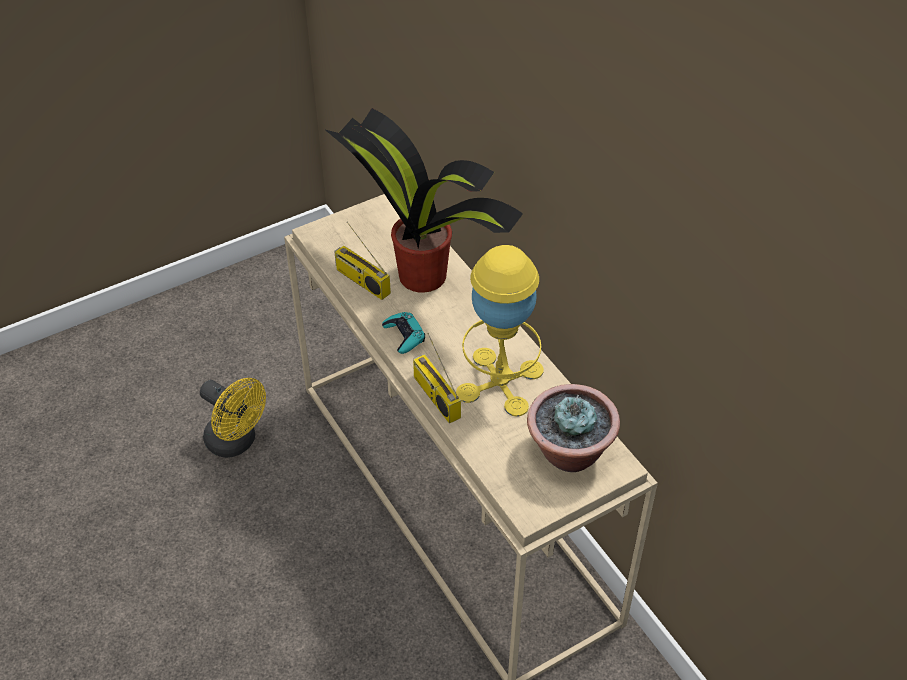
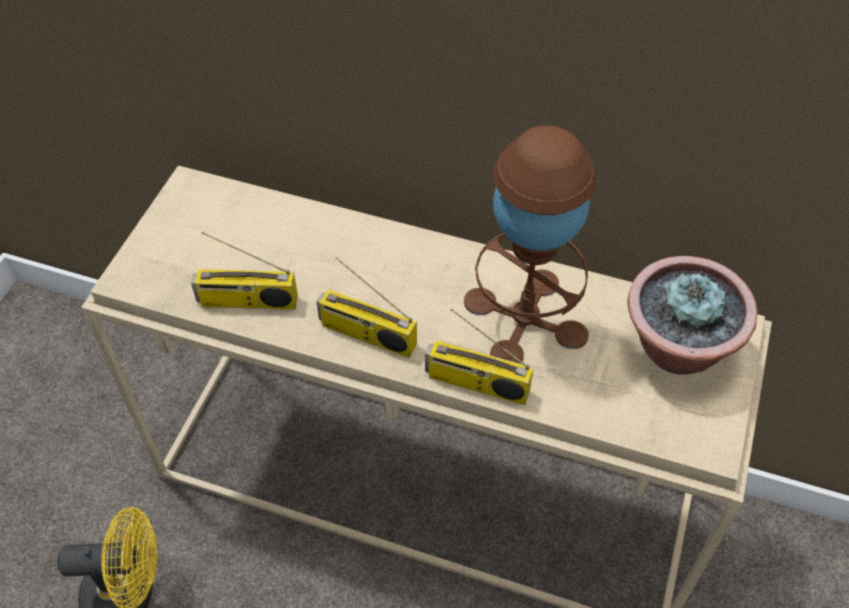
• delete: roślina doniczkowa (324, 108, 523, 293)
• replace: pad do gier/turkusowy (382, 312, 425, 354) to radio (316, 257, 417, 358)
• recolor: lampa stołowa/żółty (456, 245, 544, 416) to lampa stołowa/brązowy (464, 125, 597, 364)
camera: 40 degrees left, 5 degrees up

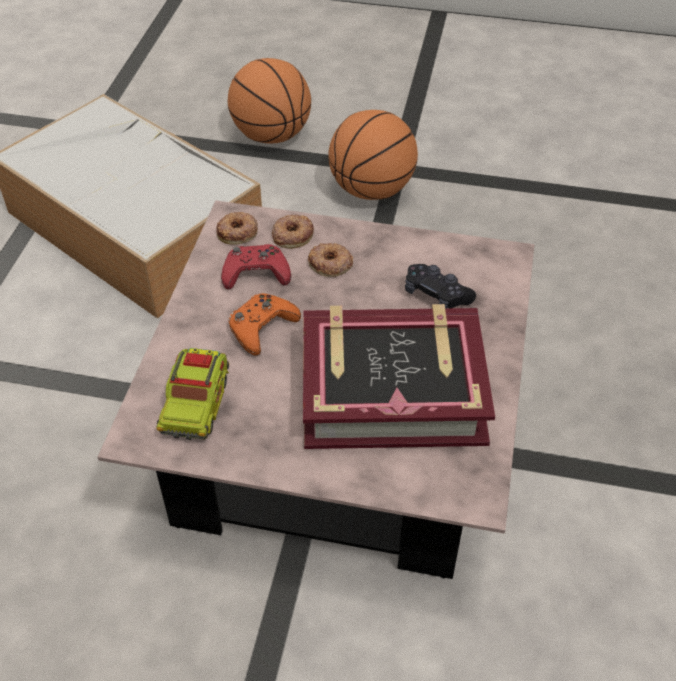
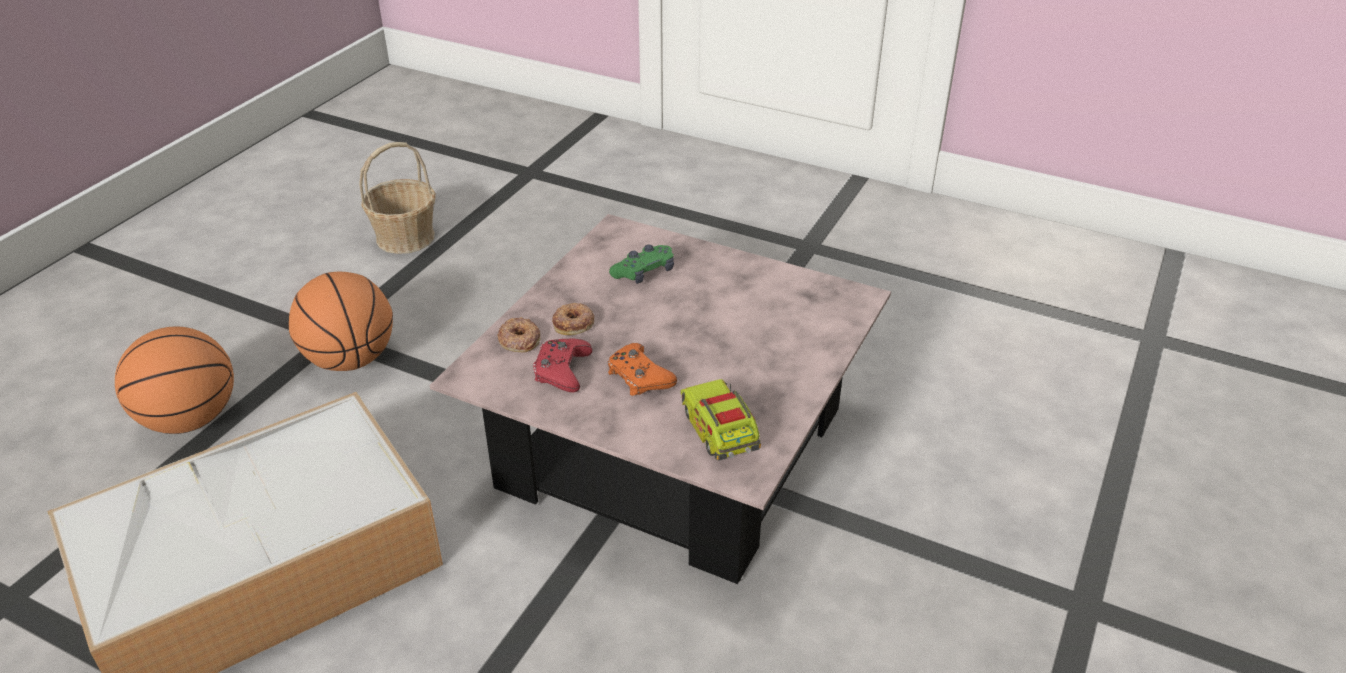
• rotate: ciężarówka zabawkowa (156, 348, 229, 440) = (681, 379, 761, 460) 135 degrees counterclockwise
• delete: donut (216, 212, 258, 245)
• delete: książka (303, 304, 495, 449)
• recolor: pad do gier/czarny (405, 264, 476, 308) to pad do gier/zielony (609, 245, 674, 284)
• insert: koszyk (359, 142, 436, 254)
camera: 75 degrees left, 10 degrees down

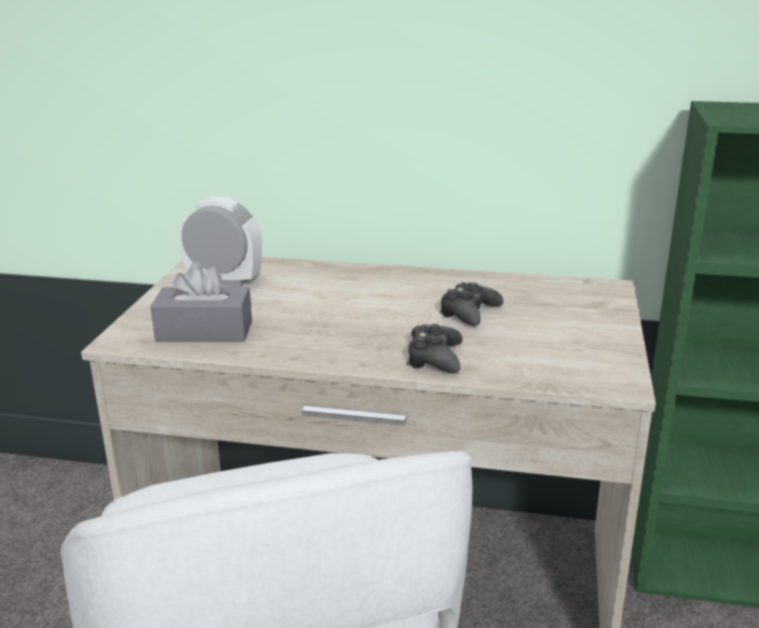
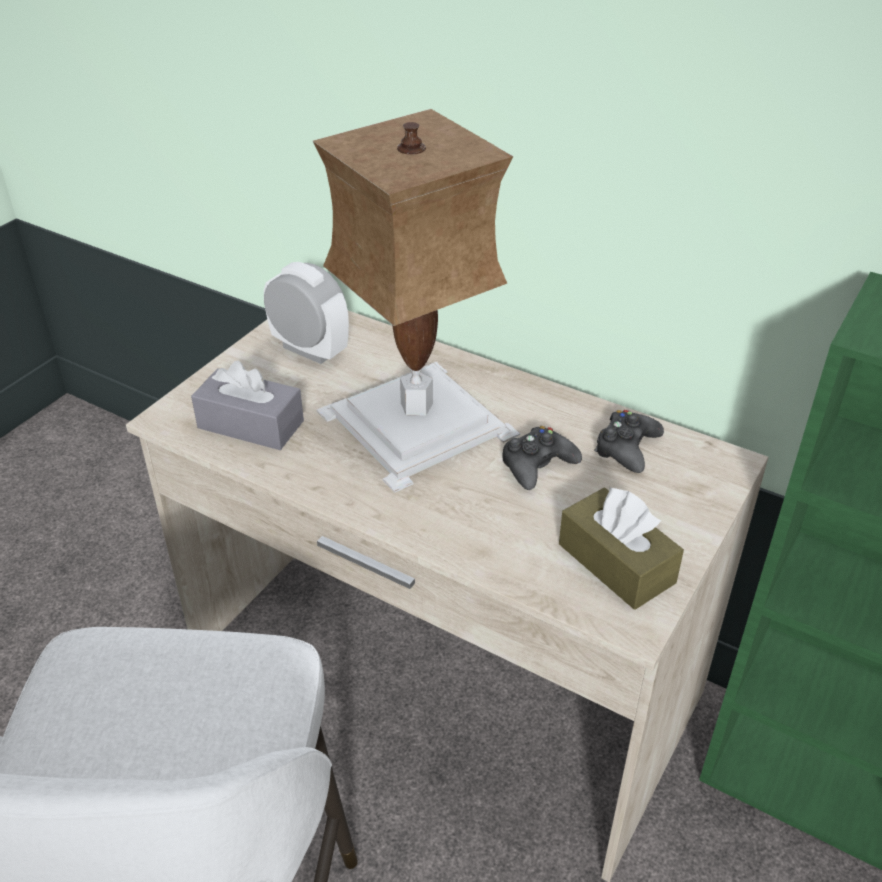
• move: pad do gier/czarny (407, 324, 463, 373) to (594, 410, 664, 473)
• insert: lampa stołowa (313, 109, 520, 493)
• insert: pudełko chusteczek/brązowy (559, 487, 684, 610)
camera: 20 degrees right, 15 degrees up

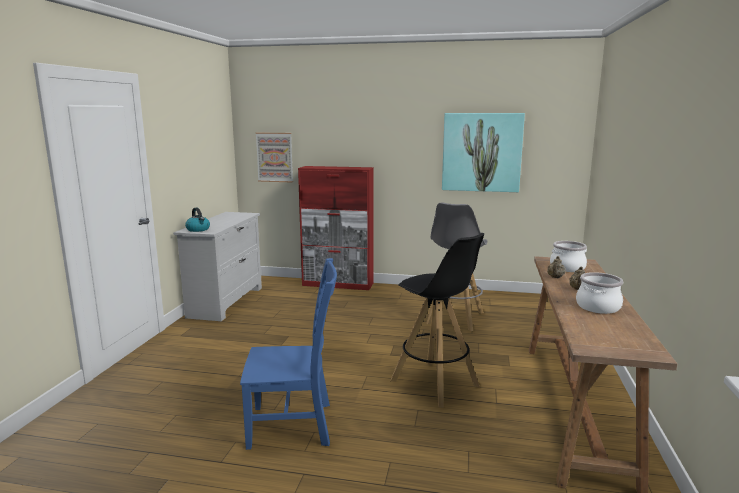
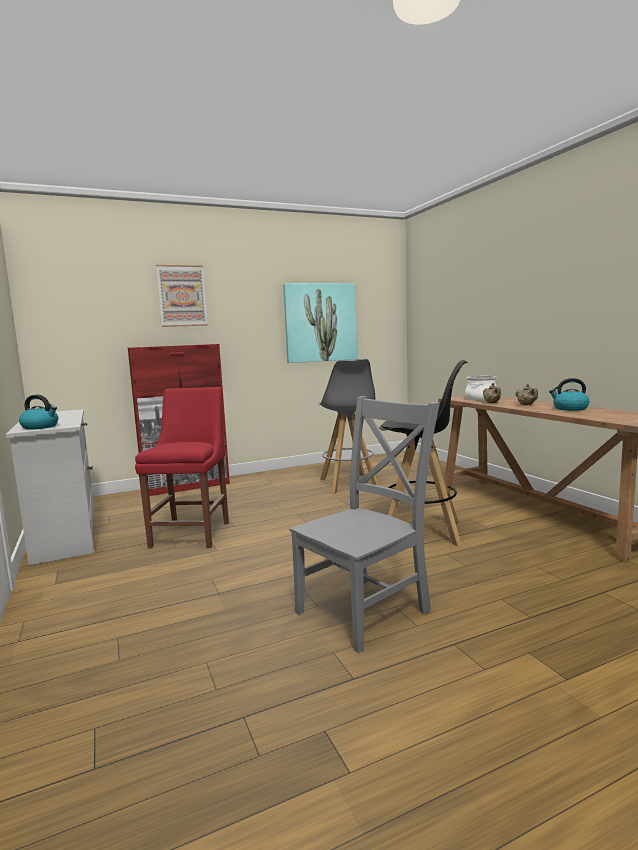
• recolor: krzesło/niebieski (240, 258, 337, 450) to krzesło/szary (289, 396, 440, 653)
• move: obraz (255, 133, 293, 183) to (156, 265, 208, 327)
• replace: garnek (576, 272, 623, 314) to czajnik (549, 378, 590, 411)
• insert: krzesło/czerwony (135, 387, 229, 548)
camera: 35 degrees left, 5 degrees down

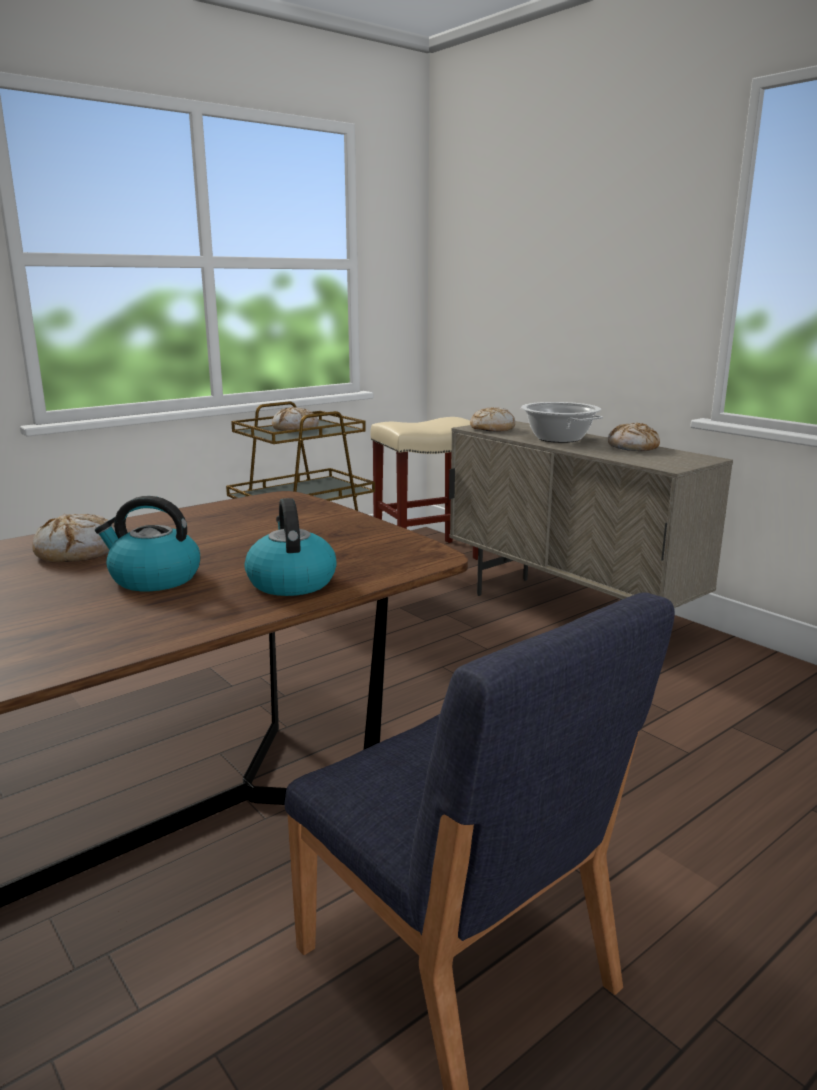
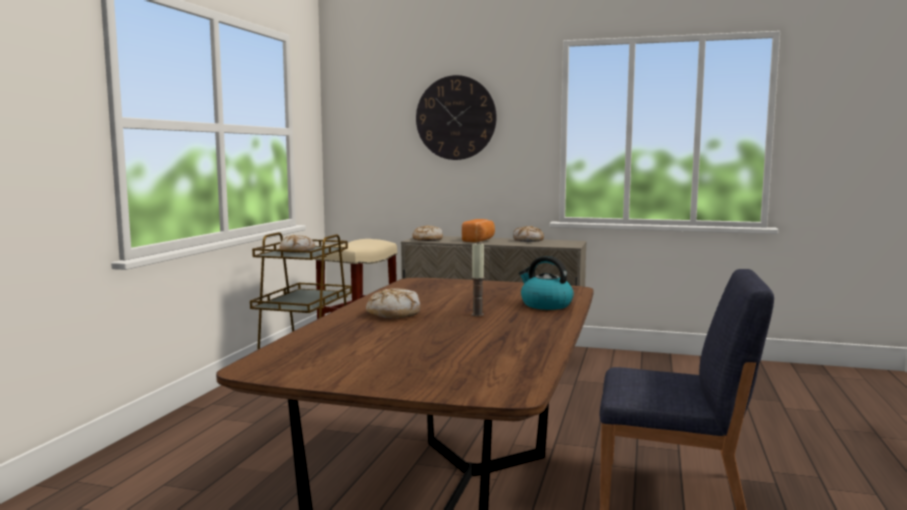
• replace: czajnik (95, 496, 200, 591) to świeca (471, 242, 484, 317)
• replace: garnek (521, 402, 603, 443) to chleb (462, 219, 495, 242)
• insert: zegar ścienny (416, 75, 497, 160)
camera: 35 degrees left, 10 degrees down

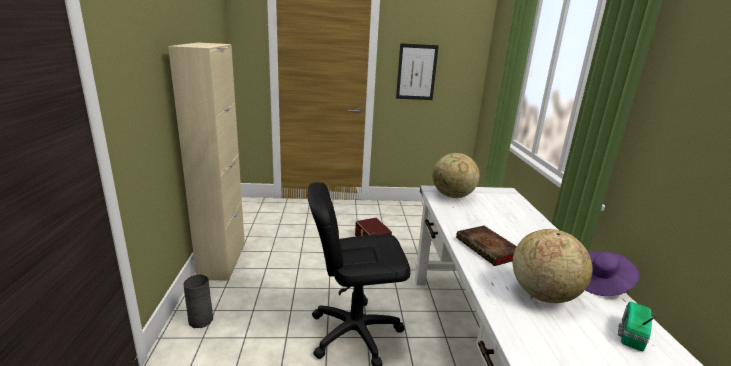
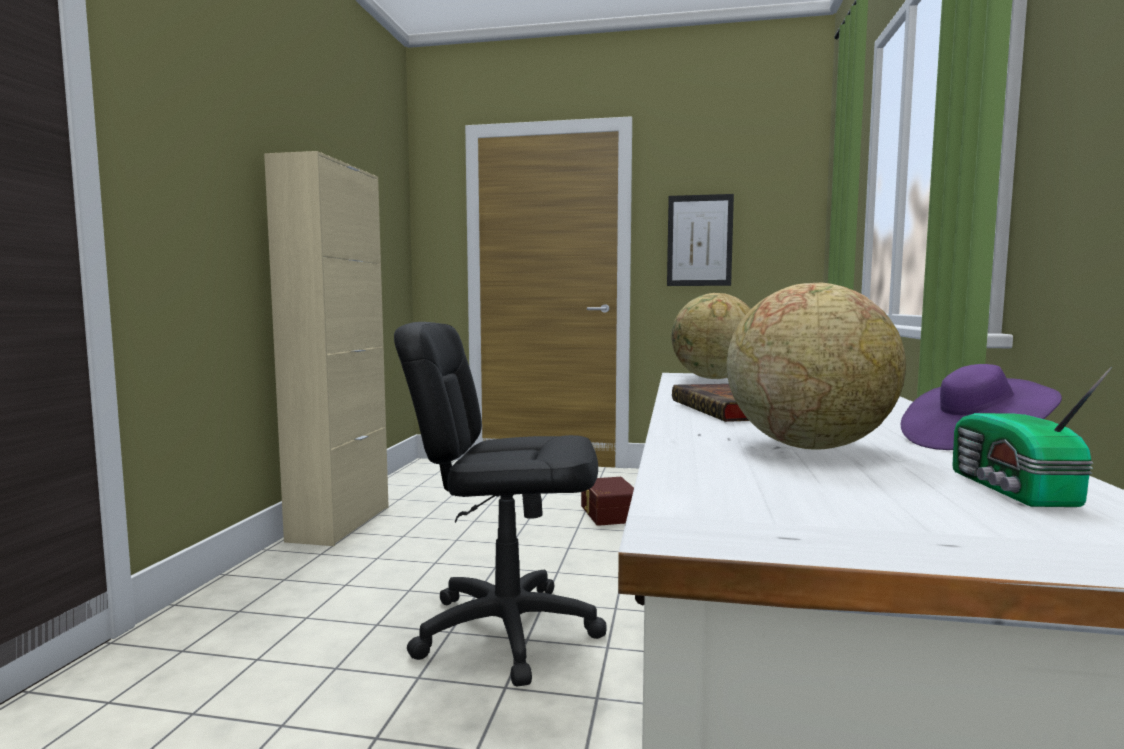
• delete: wazon/szary (184, 275, 213, 328)
• rotate: radio (618, 302, 660, 351) = (953, 367, 1112, 507) 45 degrees counterclockwise
camera: 15 degrees right, 15 degrees down

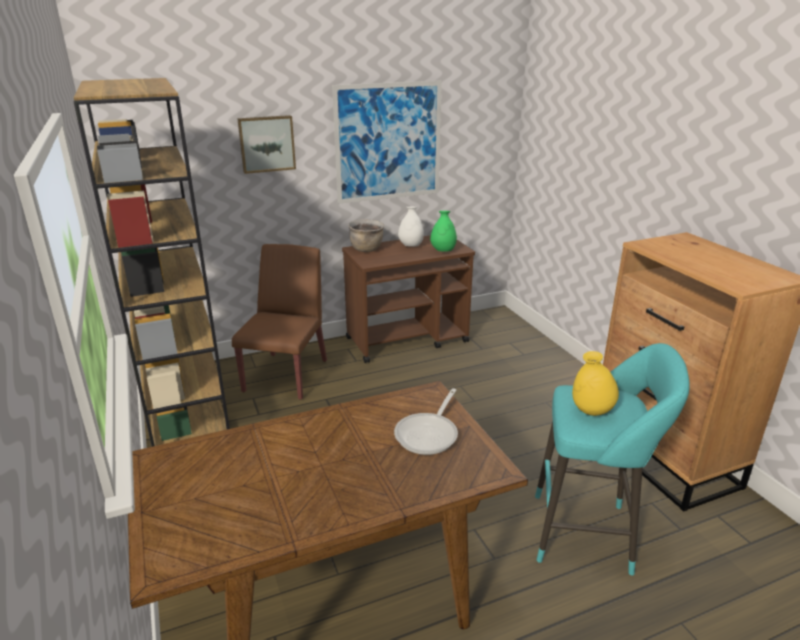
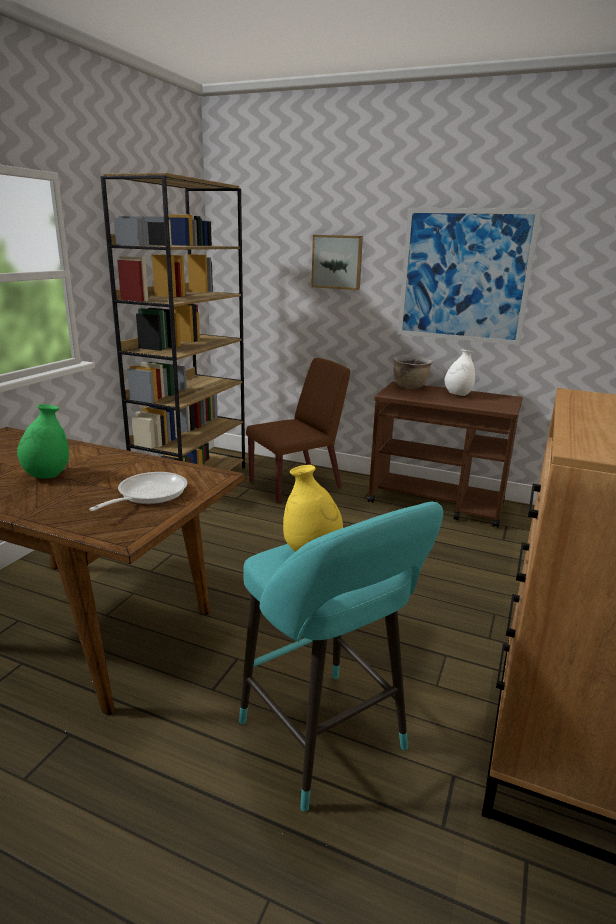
• rotate: patelnia (394, 388, 458, 455) = (89, 472, 187, 511) 135 degrees clockwise
• move: wazon/zielony (430, 211, 457, 252) to (17, 404, 69, 478)
camera: 45 degrees right, 5 degrees down

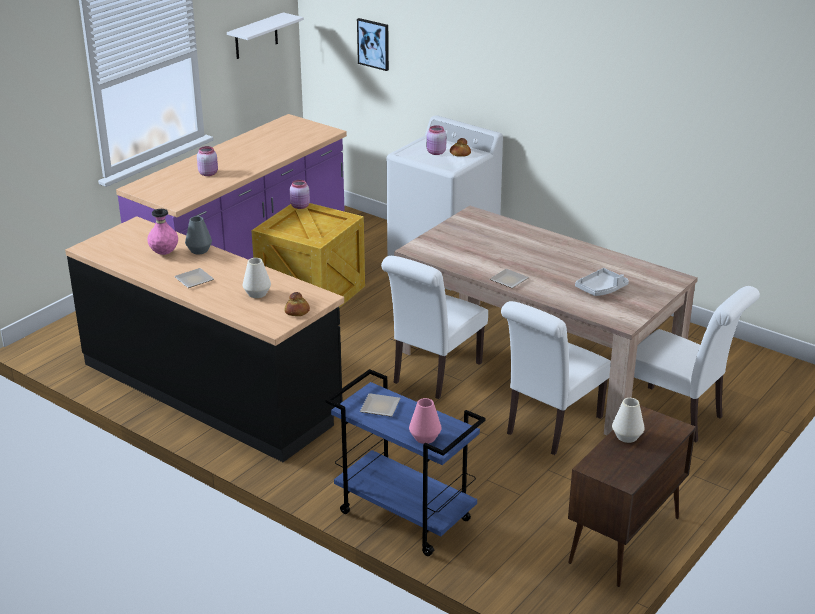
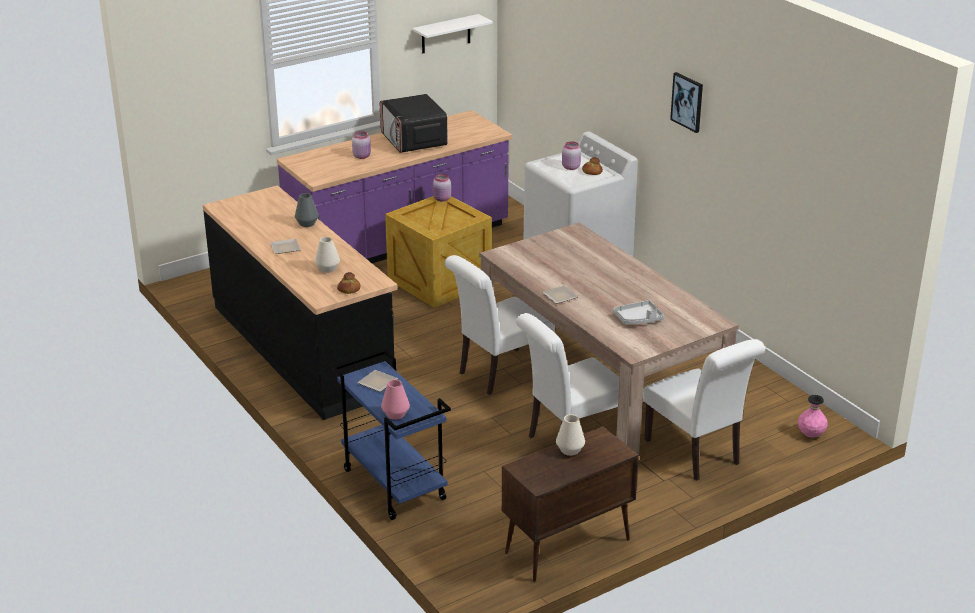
• move: wazon/różowy (147, 209, 178, 255) to (798, 395, 828, 438)
• move: obraz (357, 18, 389, 71) to (670, 72, 703, 133)
• insert: mikrofalówka (380, 94, 448, 153)
camera: 20 degrees right, 0 degrees up

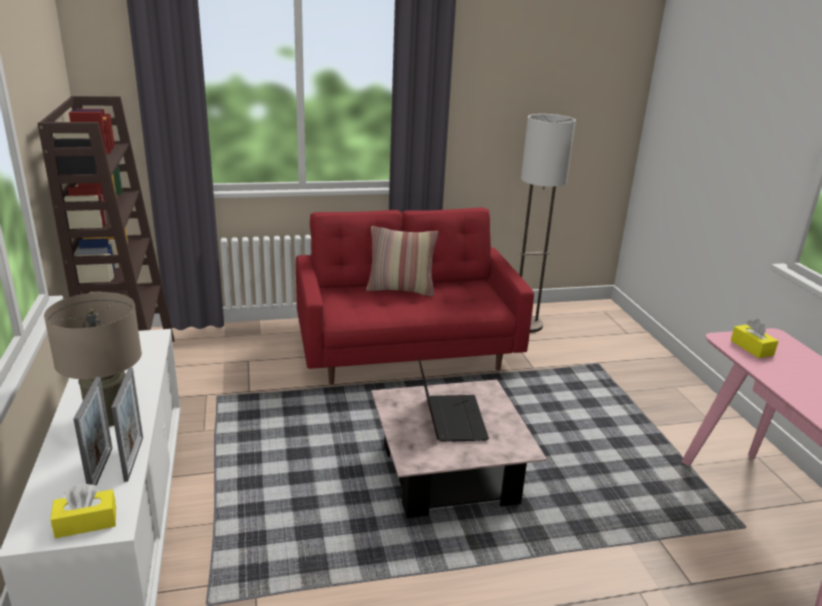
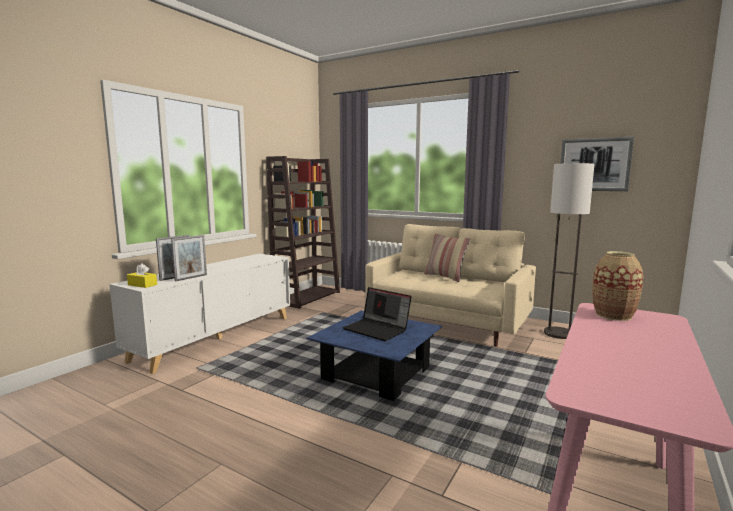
• delete: lampa stołowa/beżowy (44, 292, 142, 427)
• recolor: kanapa/czerwony (296, 207, 534, 384) to kanapa/beżowy (365, 224, 536, 347)
• recolor: ława/różowy (371, 380, 547, 518) to ława/niebieski (307, 311, 442, 401)
• rotate: laptop (418, 357, 489, 442) = (343, 287, 411, 341) 90 degrees clockwise
• replace: pudełko chusteczek/żółty (731, 319, 778, 358) to wazon (592, 251, 643, 321)
• insert: obraz (560, 136, 634, 191)
camera: 45 degrees right, 15 degrees down

